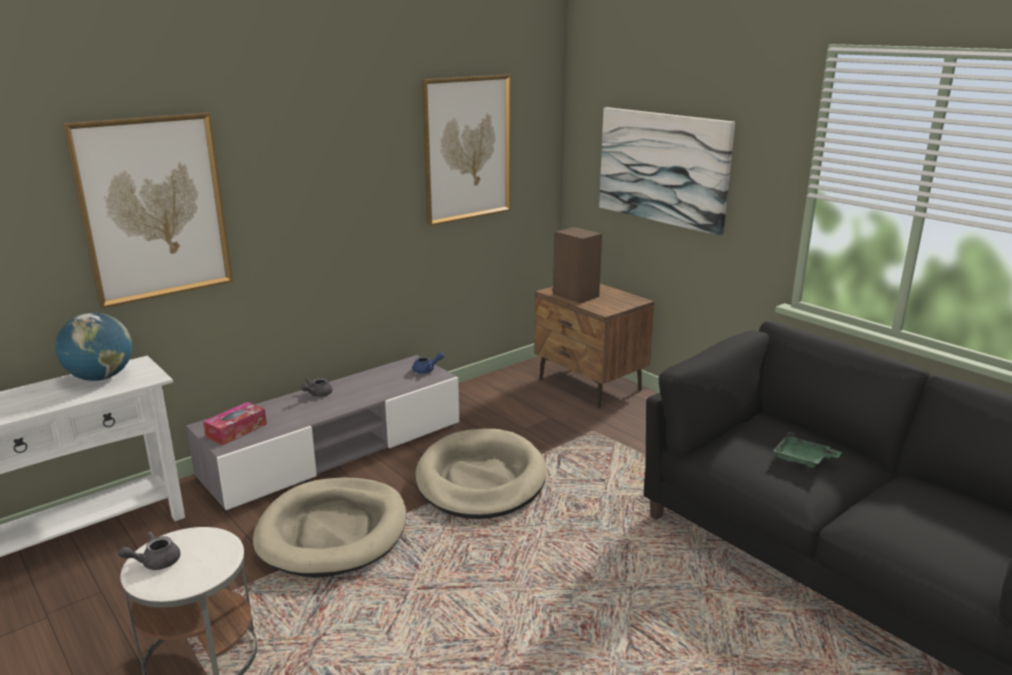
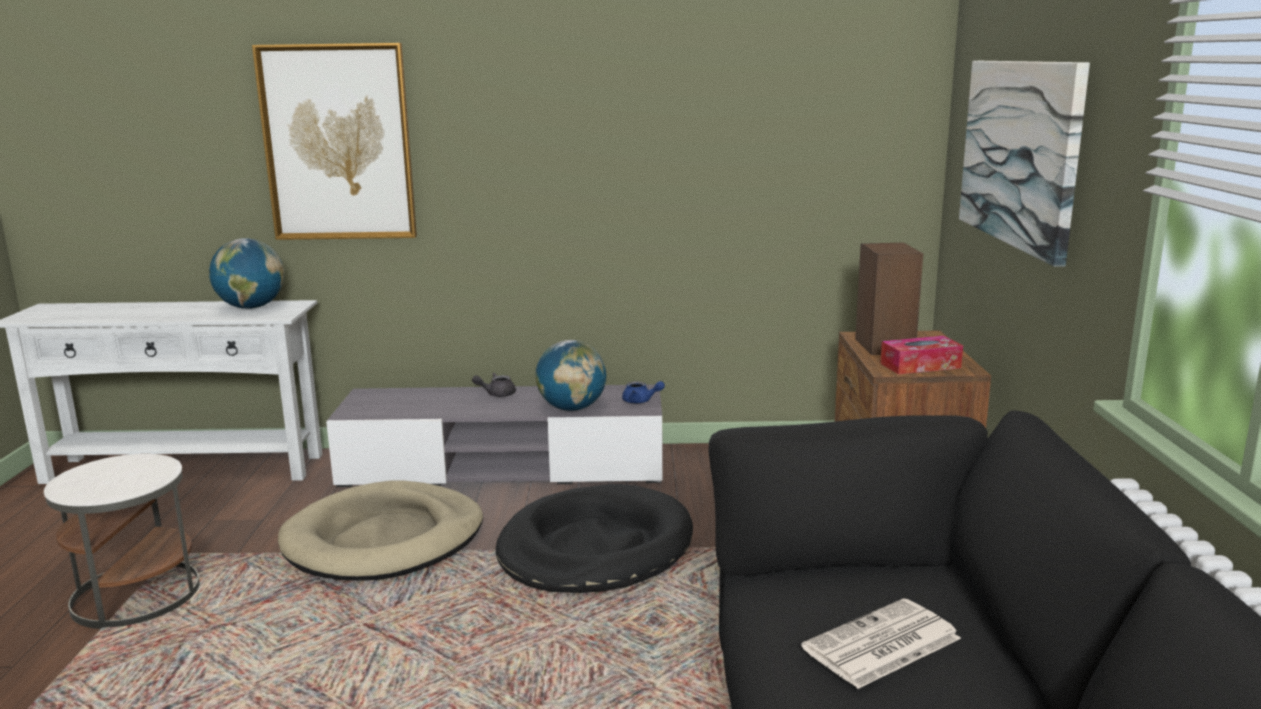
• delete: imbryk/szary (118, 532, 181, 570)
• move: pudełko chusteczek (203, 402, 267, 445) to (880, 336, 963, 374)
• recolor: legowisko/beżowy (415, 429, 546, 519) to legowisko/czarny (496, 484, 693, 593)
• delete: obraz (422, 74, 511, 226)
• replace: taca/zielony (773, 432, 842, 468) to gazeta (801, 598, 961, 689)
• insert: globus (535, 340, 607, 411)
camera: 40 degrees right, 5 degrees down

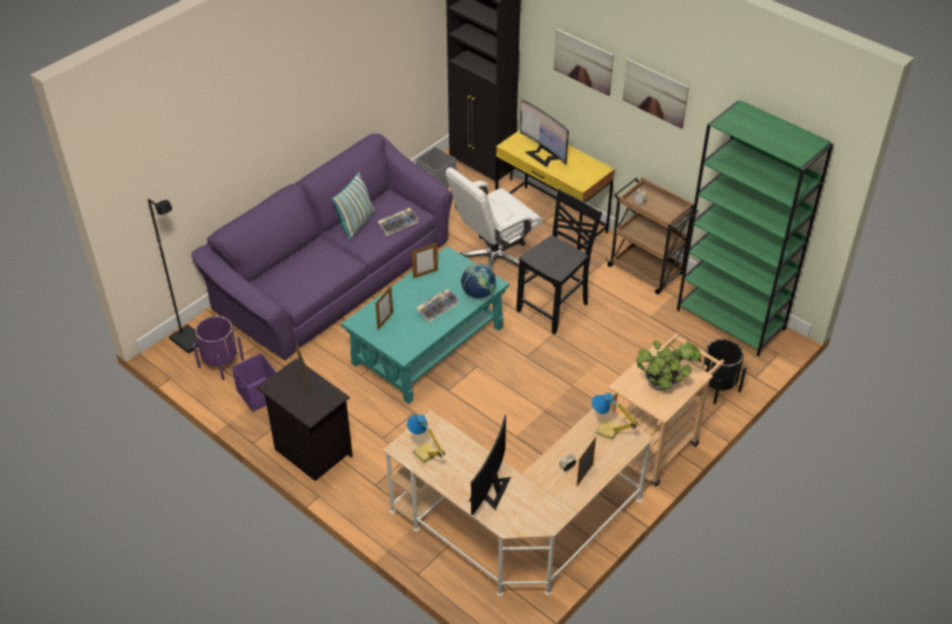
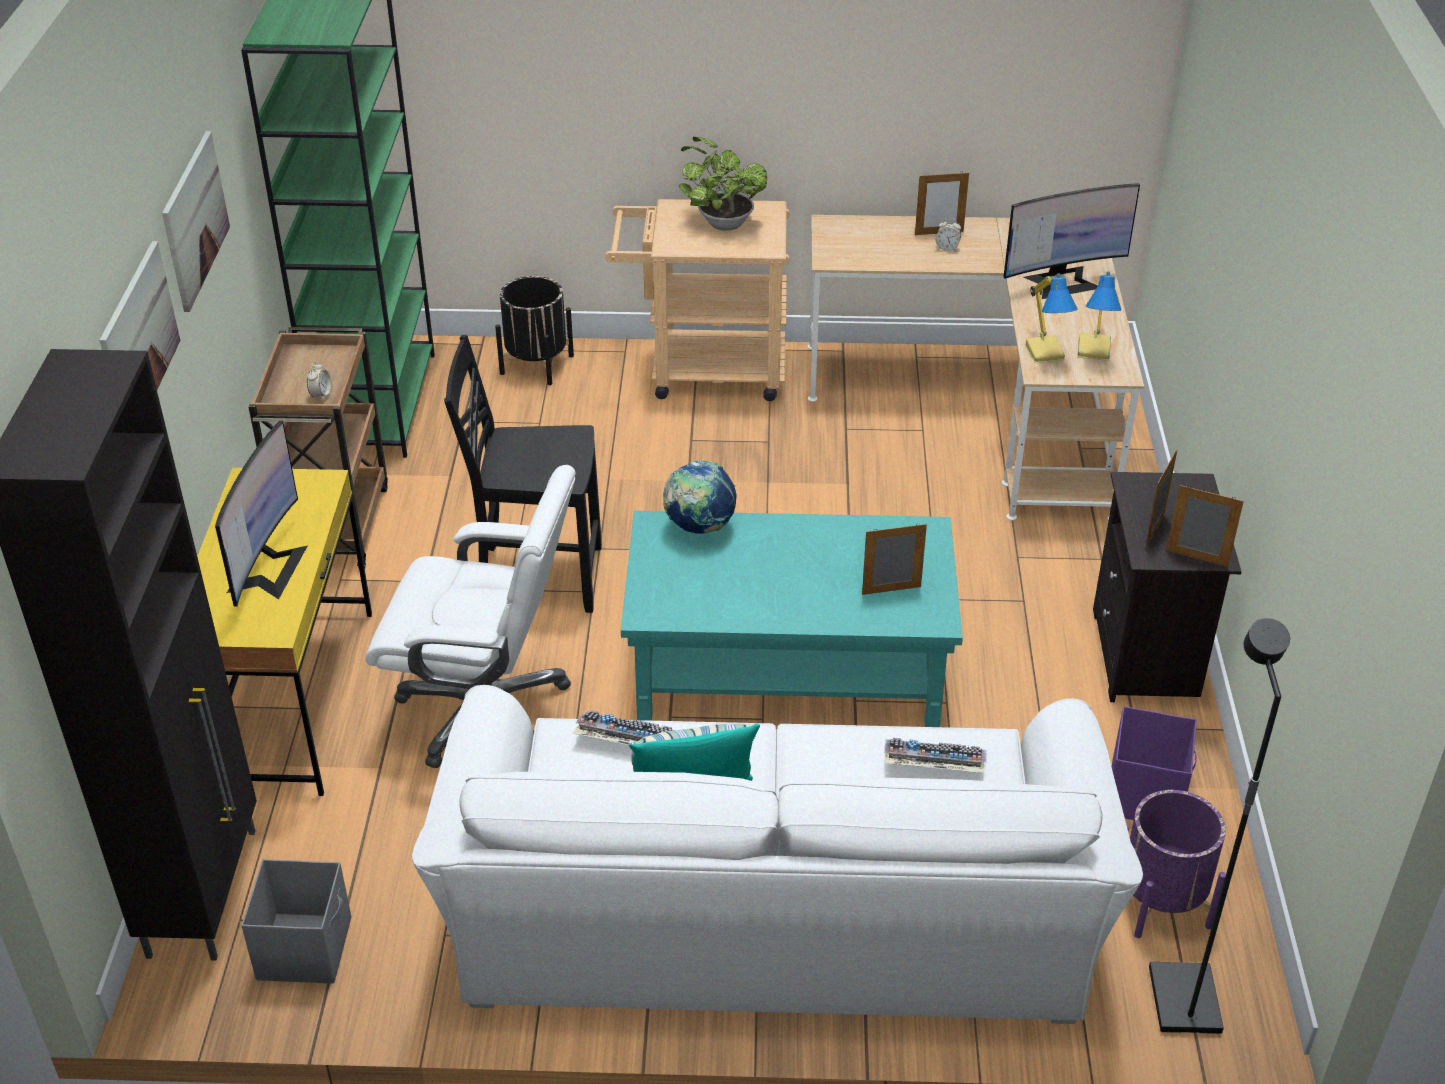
• recolor: kanapa/fioletowy (191, 134, 453, 360) to kanapa/biały (412, 685, 1143, 1024)
• move: ramka na zdjęcie (412, 243, 438, 279) to (1166, 485, 1244, 567)
• move: klawiatura (416, 289, 459, 322) to (884, 738, 987, 773)
• move: lampa stołowa (591, 393, 638, 441) to (1025, 273, 1078, 363)
camera: 130 degrees left, 5 degrees down

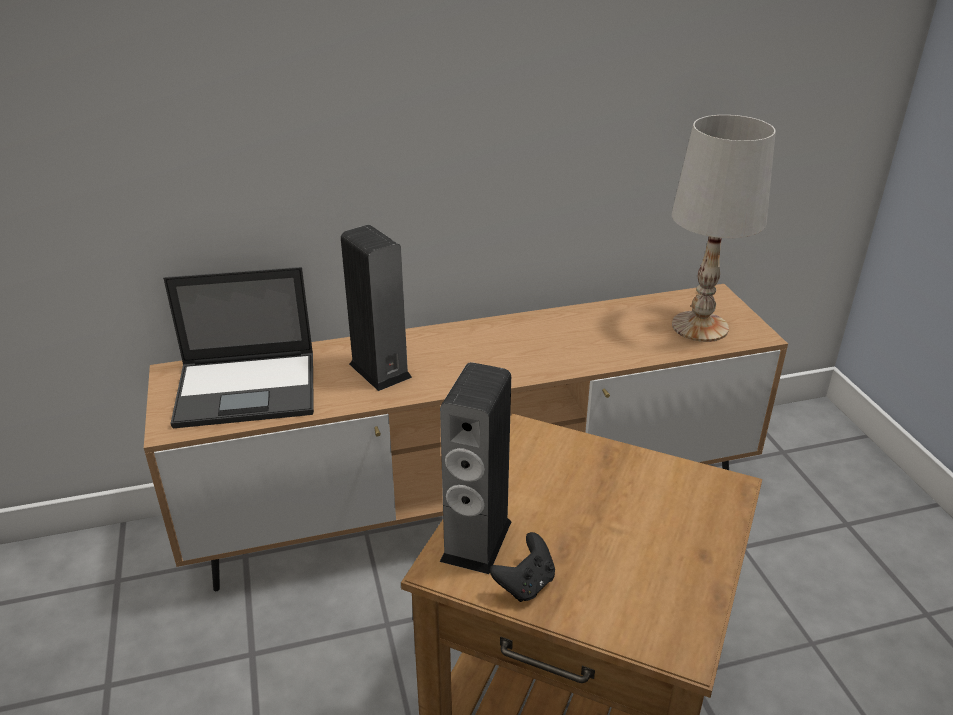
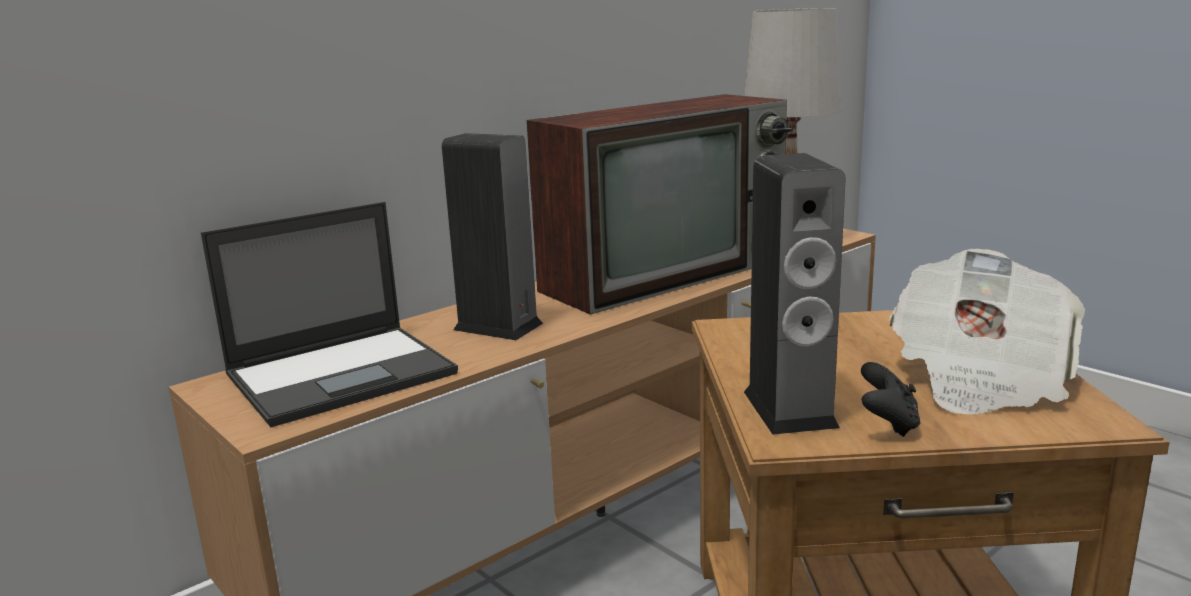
• insert: telewizor (526, 94, 793, 314)
• insert: gazeta (889, 249, 1085, 414)
camera: 25 degrees left, 15 degrees down

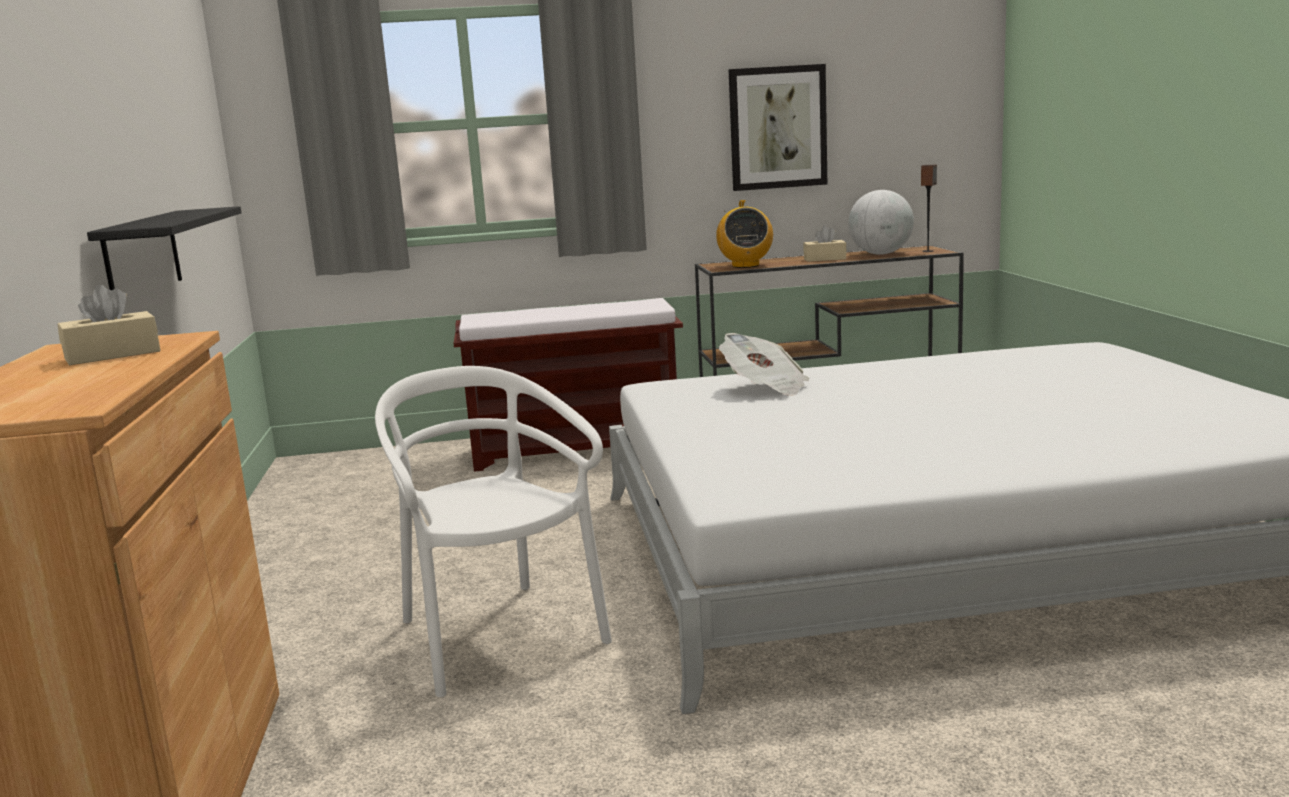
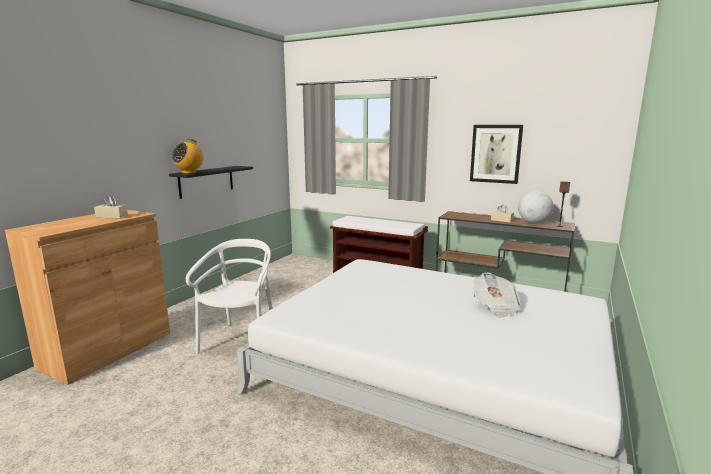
• move: radio (716, 200, 773, 268) to (172, 139, 203, 174)
• move: gazeta (719, 333, 810, 396) to (473, 273, 521, 318)
camera: 35 degrees right, 0 degrees up

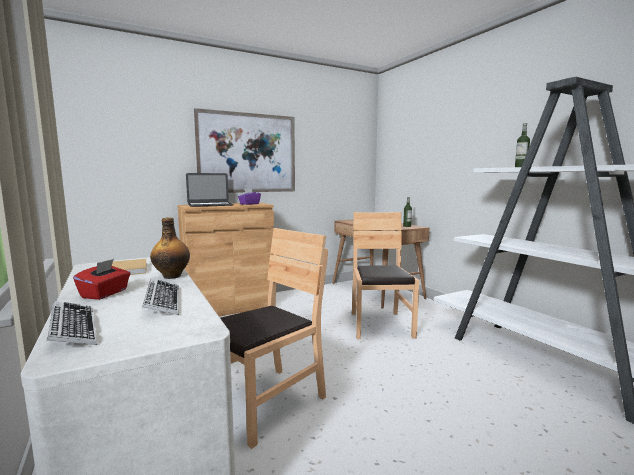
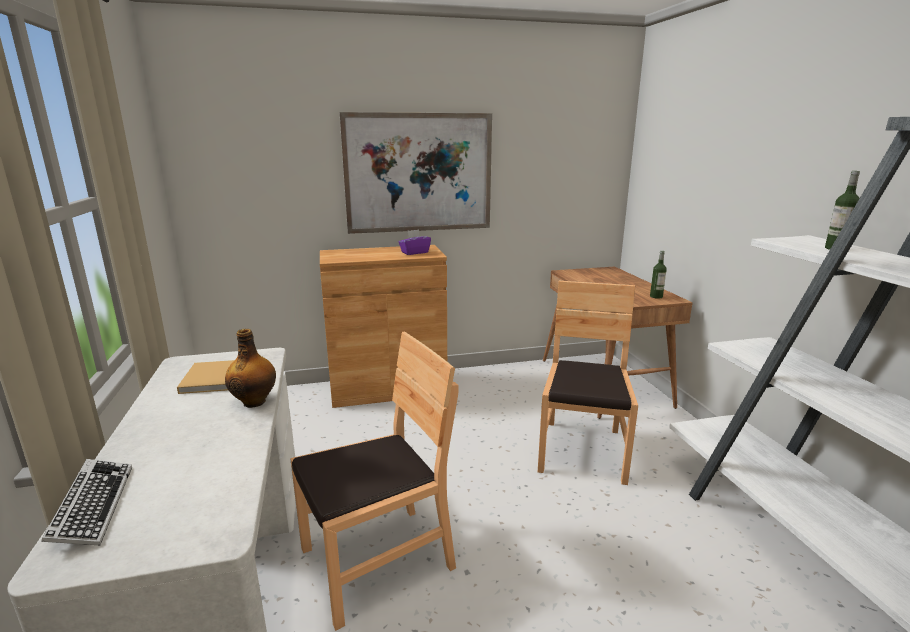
• delete: pudełko chusteczek/czerwony (73, 259, 131, 300)
• delete: klawiatura (142, 279, 179, 315)
• delete: laptop (186, 173, 234, 207)
camera: 15 degrees right, 10 degrees up

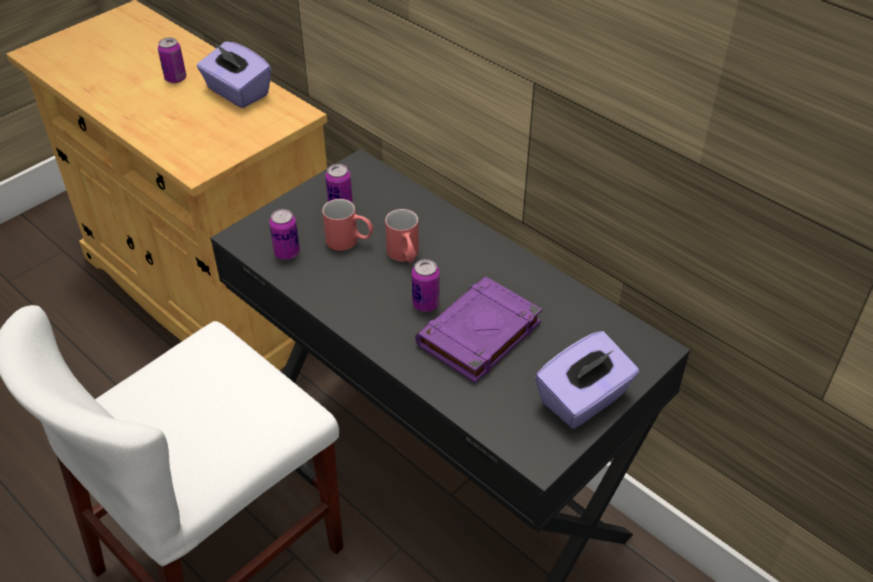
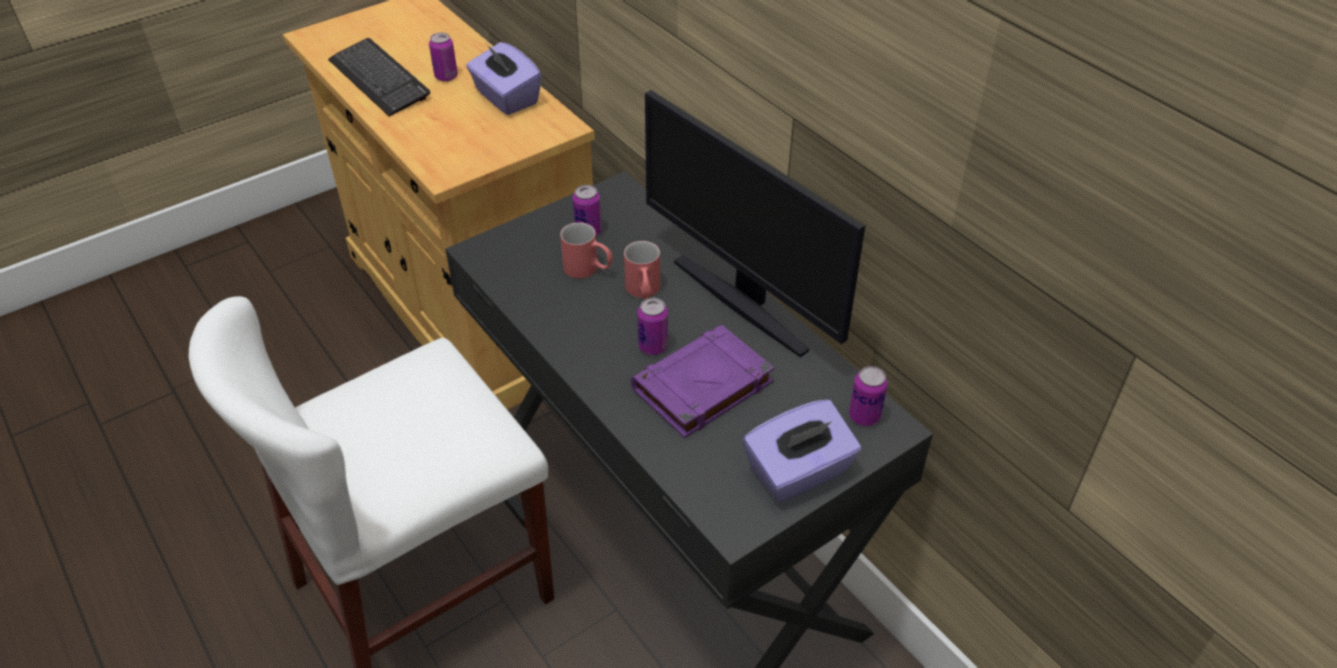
• move: puszka (269, 209, 300, 260) to (849, 366, 888, 426)
• insert: klawiatura (328, 38, 430, 117)
• insert: monitor (645, 90, 866, 357)
camera: 10 degrees right, 0 degrees up

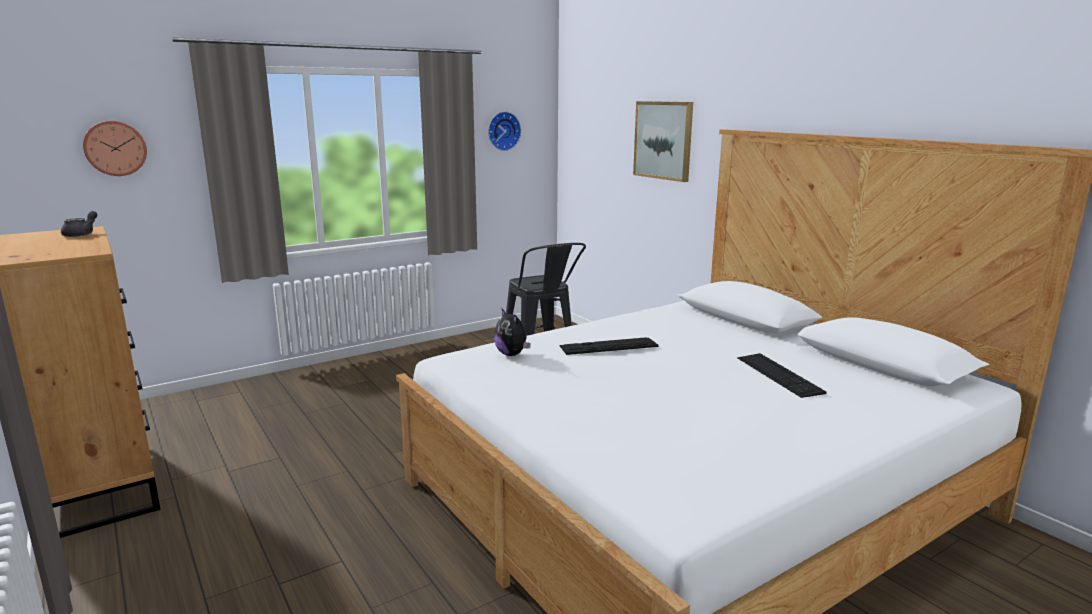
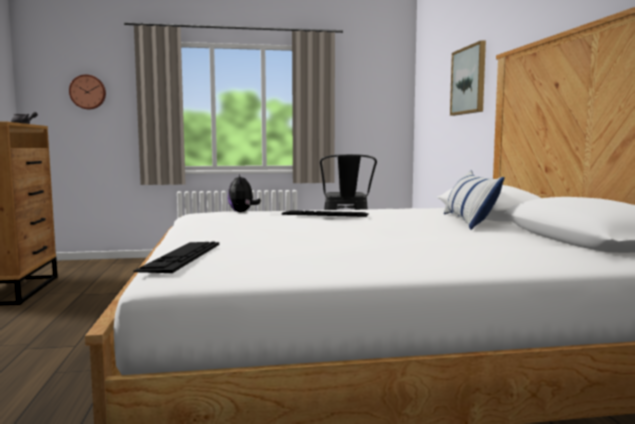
• delete: zegar ścienny (488, 112, 521, 151)
• move: klawiatura (737, 353, 827, 398) to (134, 242, 219, 273)
• insert: poduszka (444, 171, 505, 230)
camera: 25 degrees right, 10 degrees down

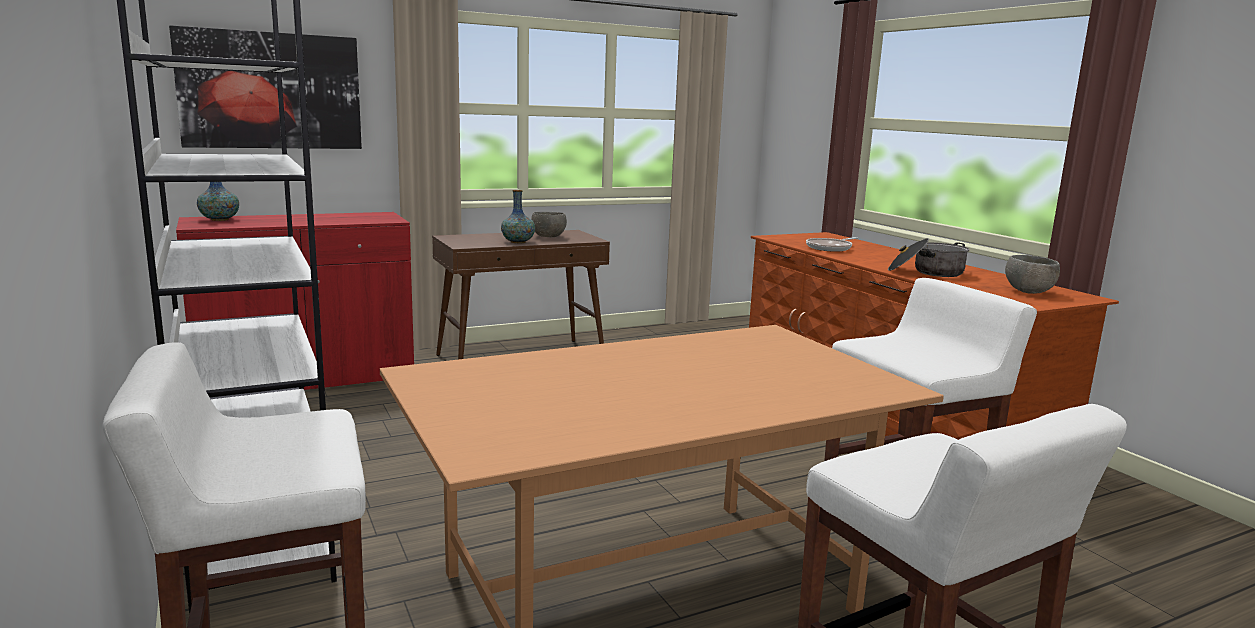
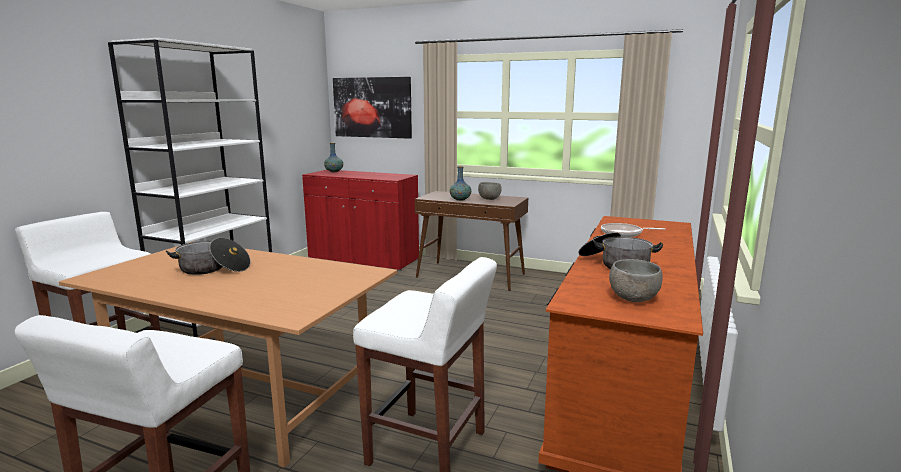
• insert: garnek (166, 238, 251, 275)
camera: 50 degrees right, 0 degrees up

